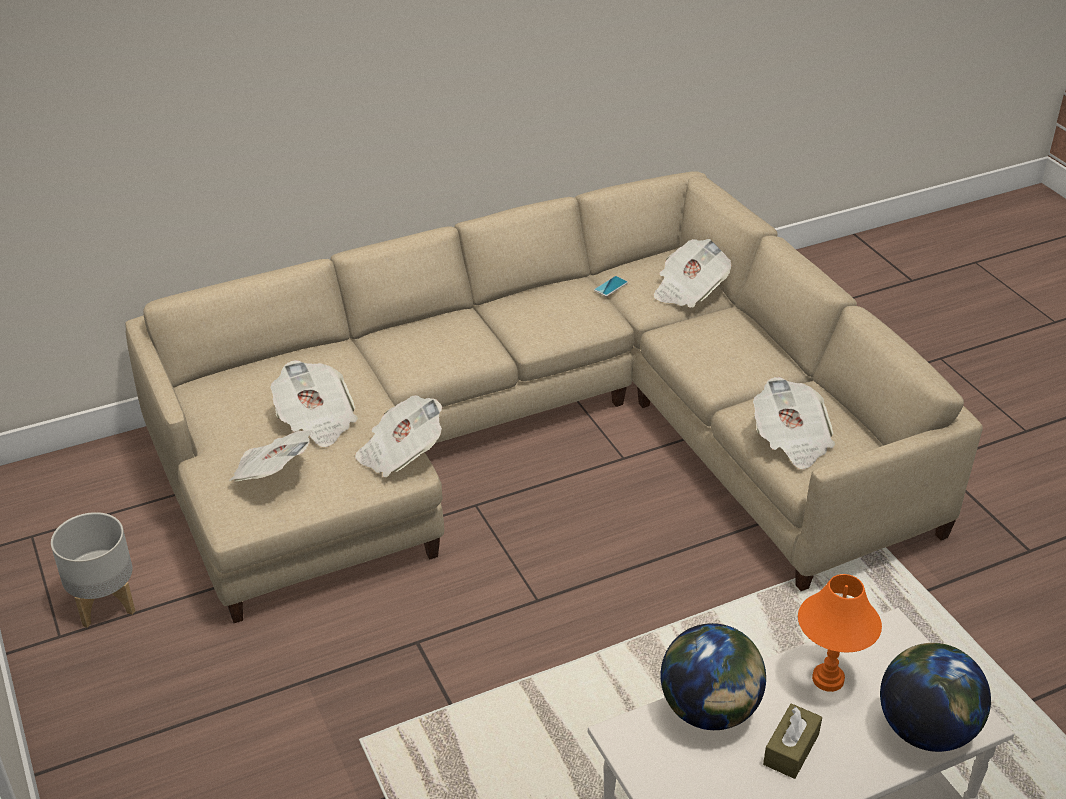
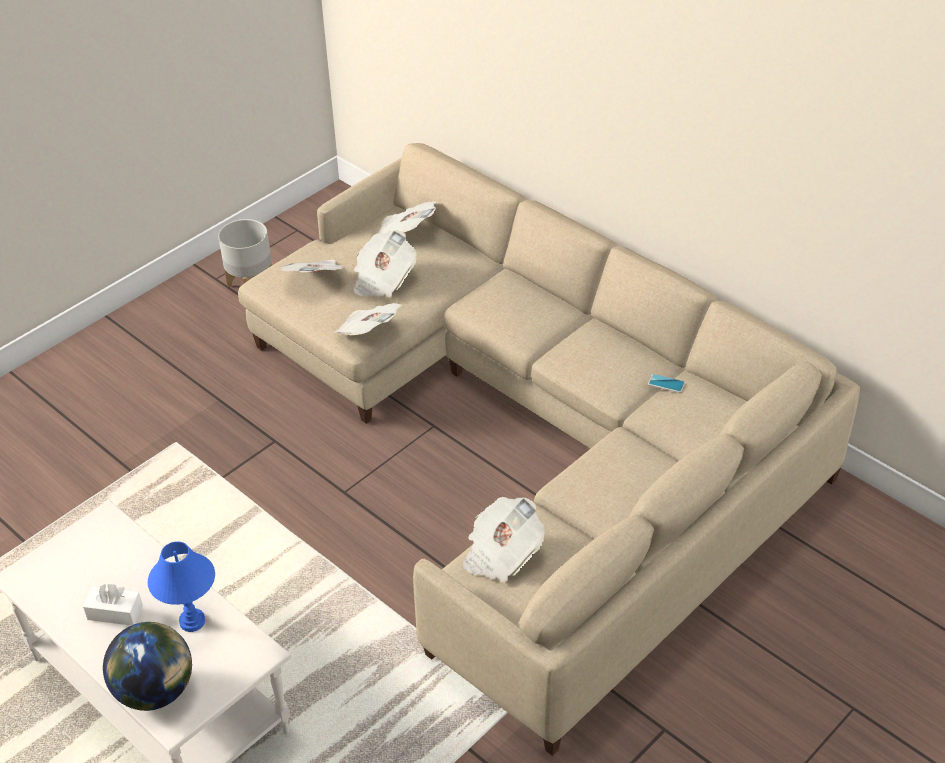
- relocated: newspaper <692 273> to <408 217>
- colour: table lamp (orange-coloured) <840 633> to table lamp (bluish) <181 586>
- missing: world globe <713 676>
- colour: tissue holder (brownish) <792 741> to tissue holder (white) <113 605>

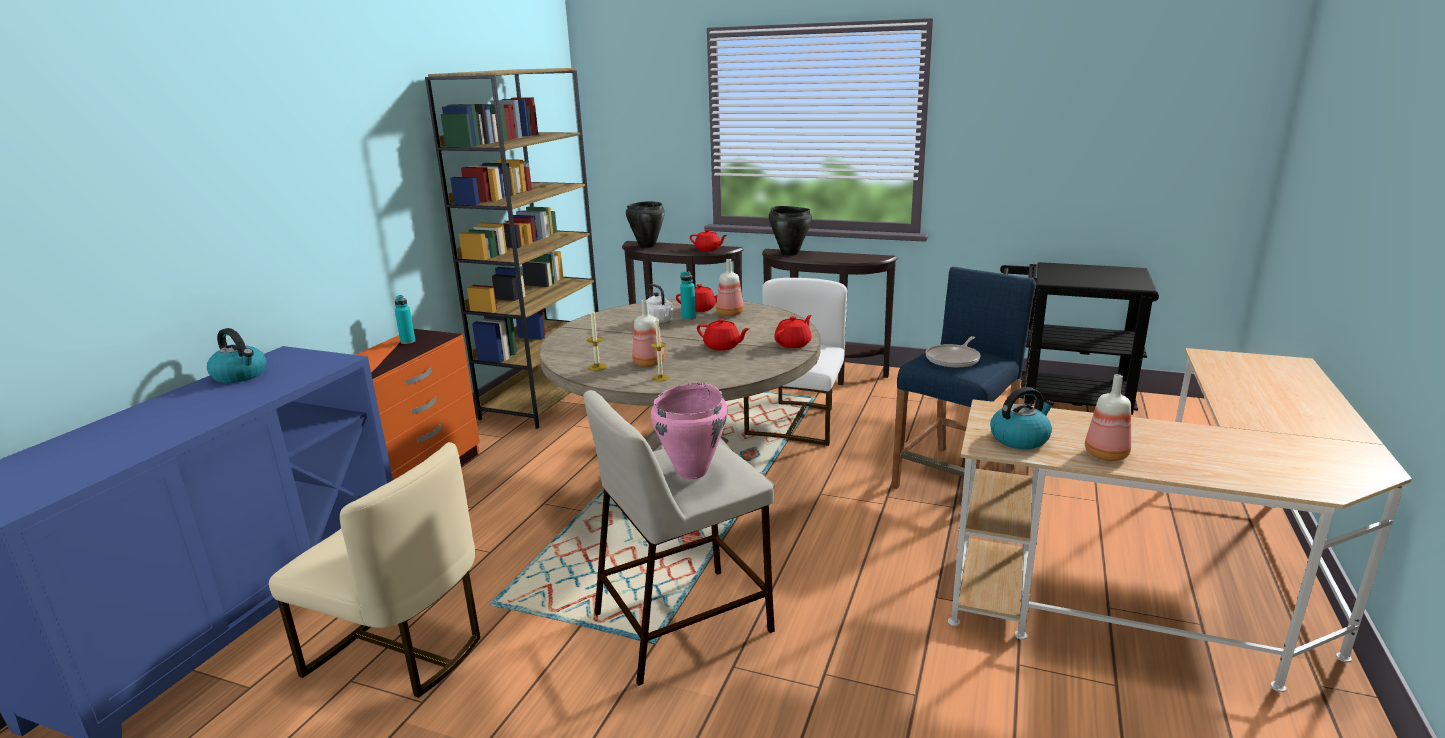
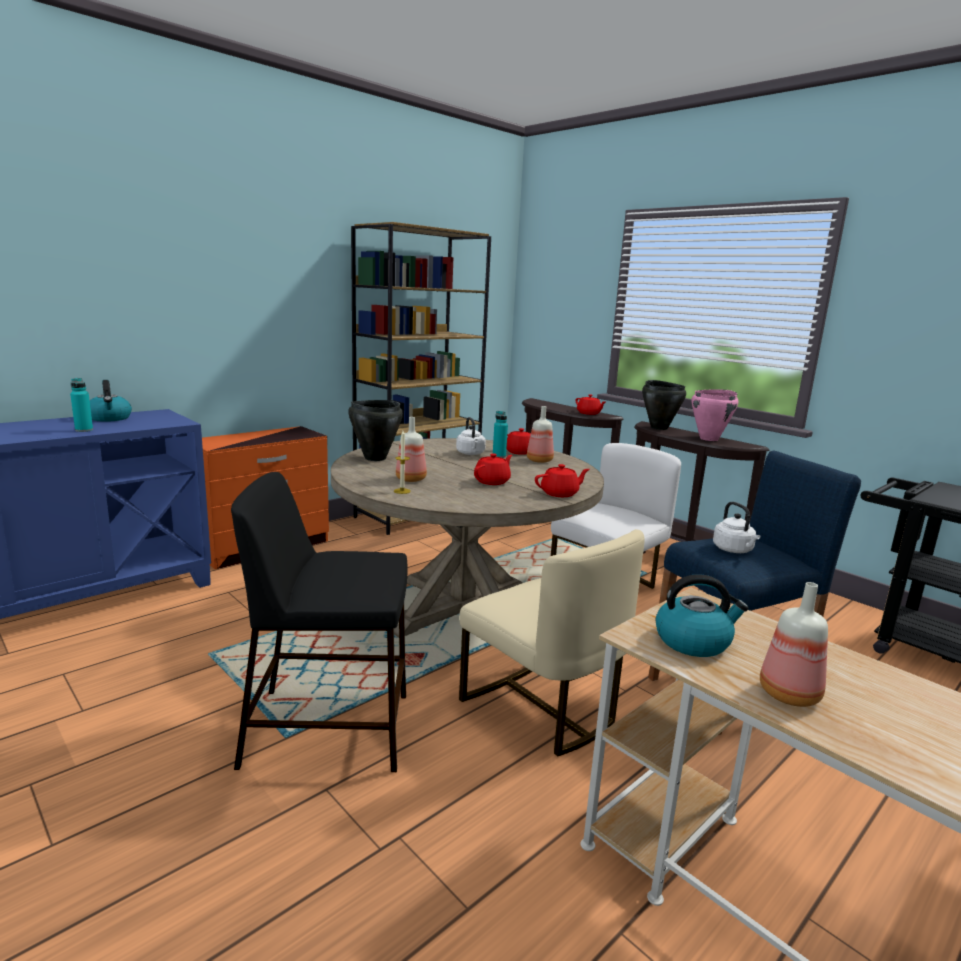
- relocated: cooking pot (black-coloured) <645 224> to <375 430>
- relocated: bottle (turquoise) <405 319> to <81 405>
- missing: wax candle <597 340>
- spun: pot for tea (red) <723 335> = <493 469> 105 degrees counterclockwise
- exchanged: skillet <953 352> to tea kettle (white) <736 527>
- relocated: cooking pot (pink-coloured) <689 431> to <715 415>
- colour: stool (sand-coloured) <679 538> to stool (black-coloured) <319 622>
- relocated: upright chair (sand-coloured) <374 570> to <552 642>

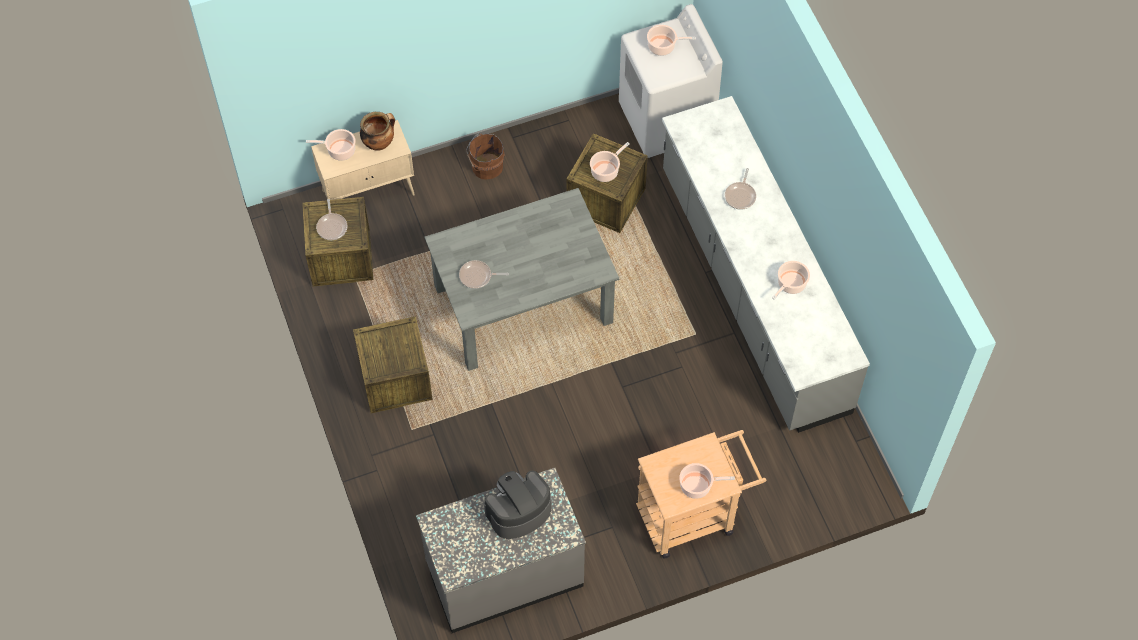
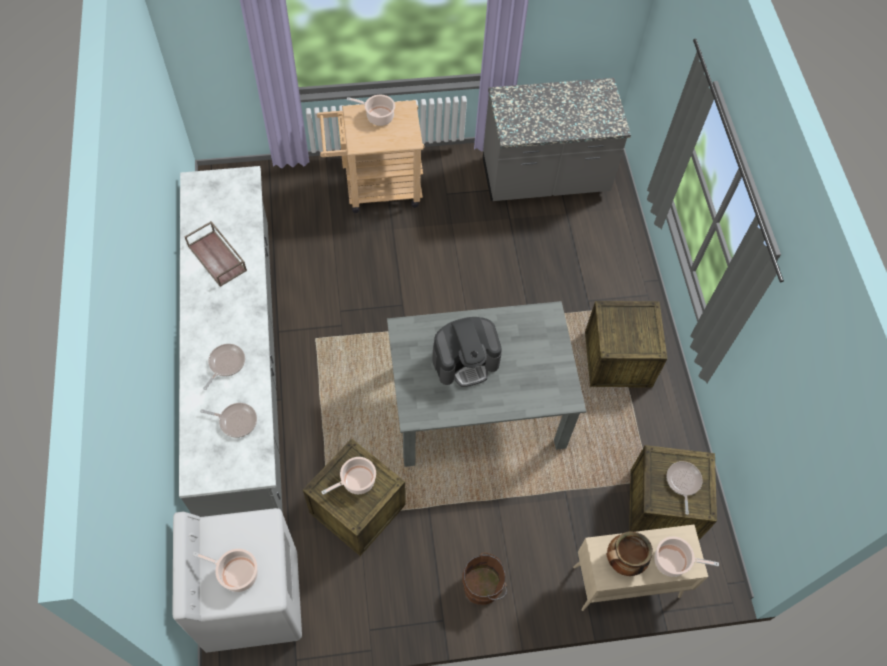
- relocated: skillet <484 274> to <228 420>
- exchanged: cooking pot <791 280> to serving tray (brownish) <215 254>
- relocated: coffee machine <517 505> to <467 352>

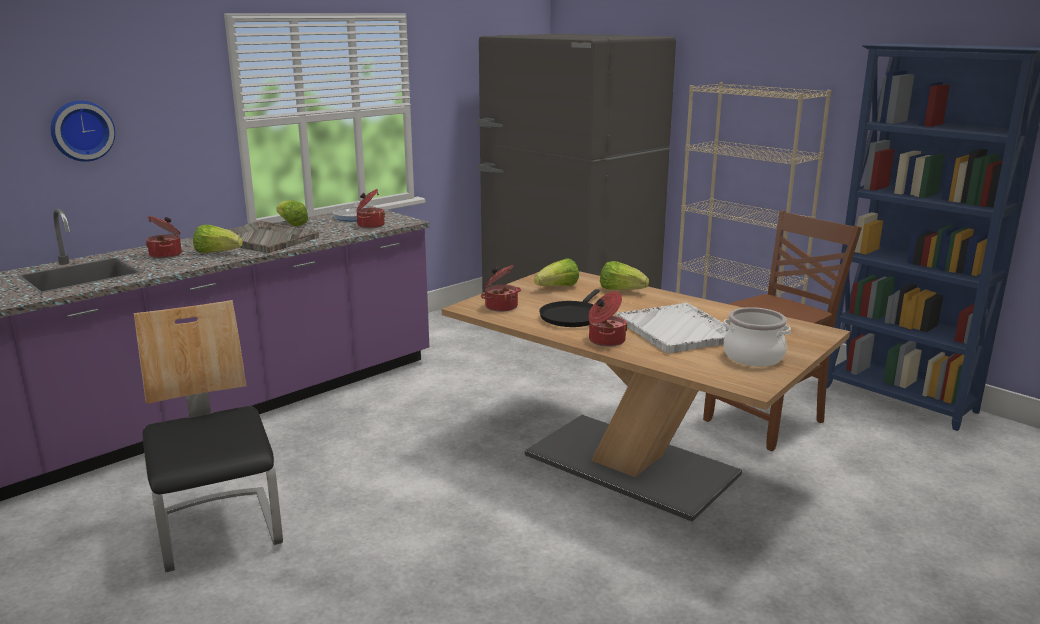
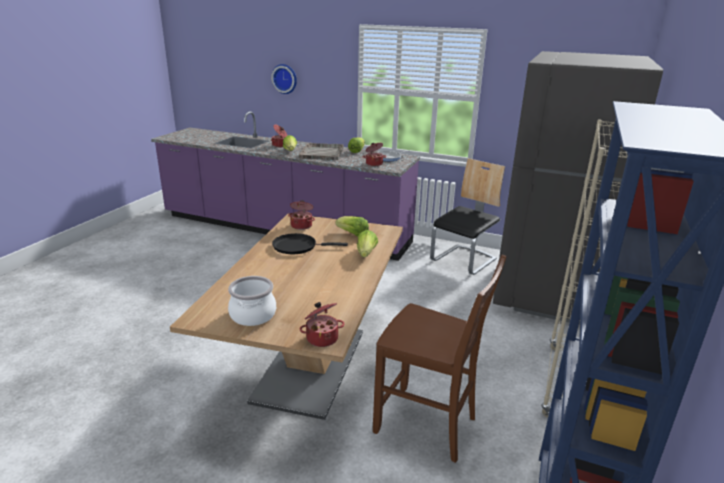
- relocated: cooking pot <608 319> to <322 324>
- relocated: upright chair <208 436> to <467 216>
- missing: serving tray (white) <672 328>

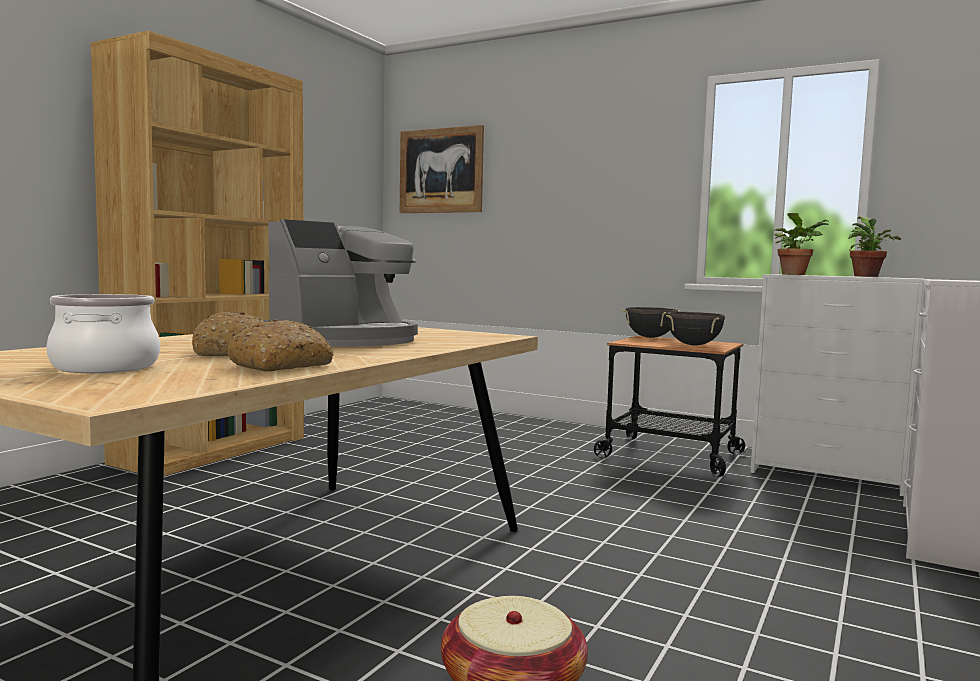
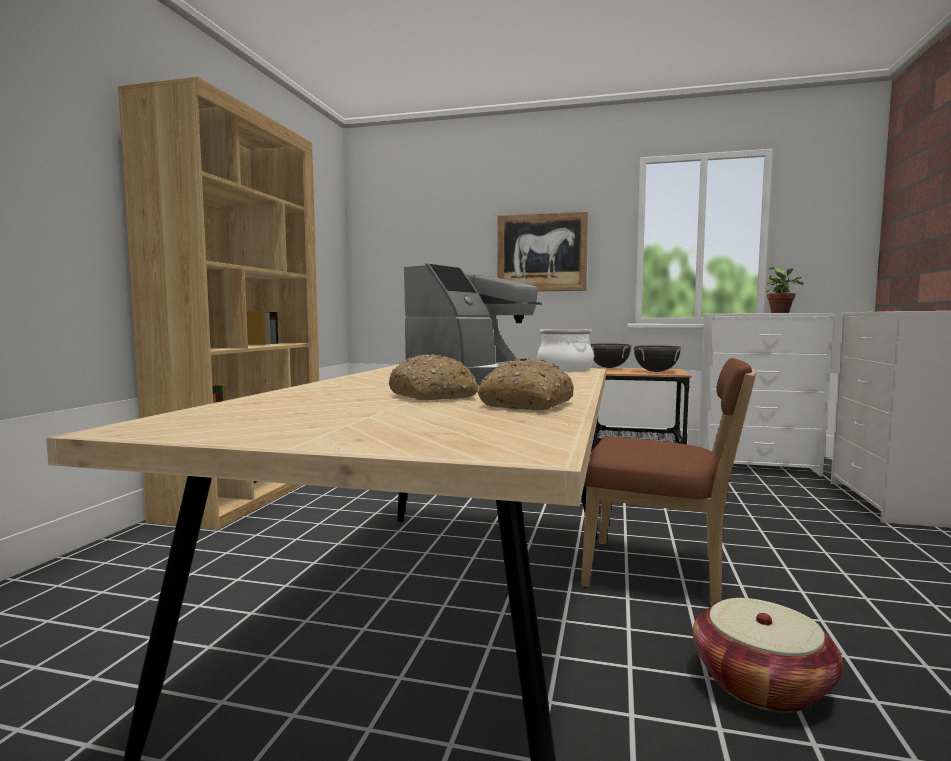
- relocated: picture <442 169> to <543 251>
- missing: houseplant <802 244>
- relocated: cooking pot <103 333> to <565 350>
- appeared: upright chair (brownish) <668 482>

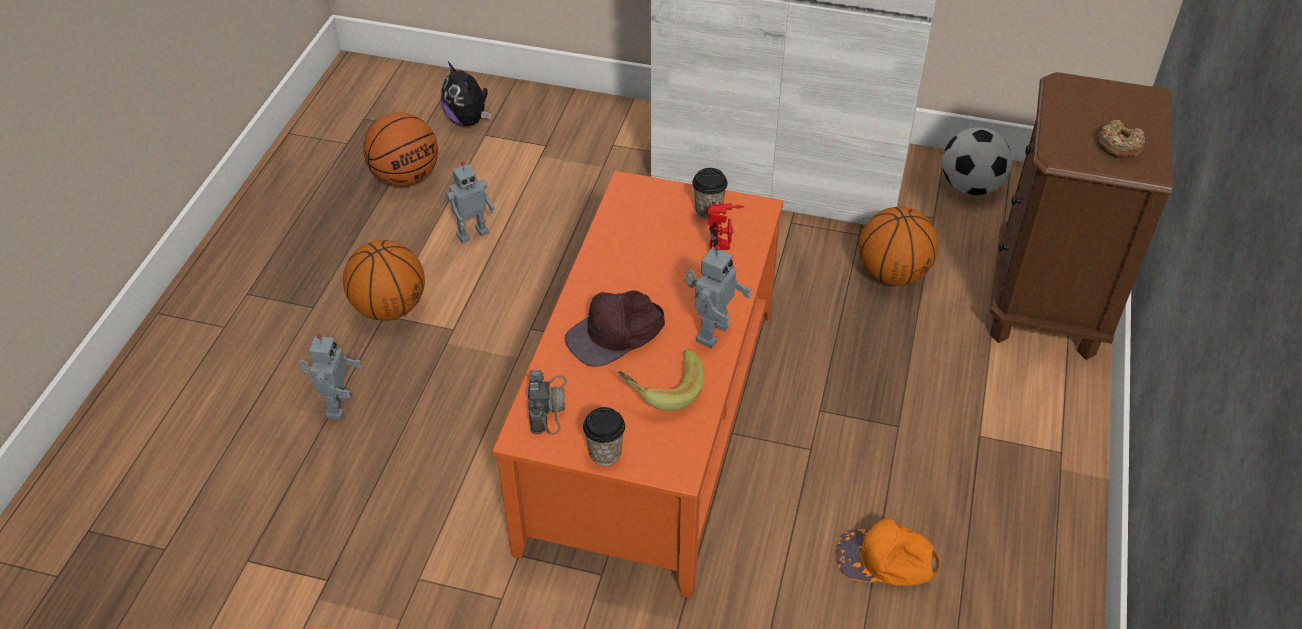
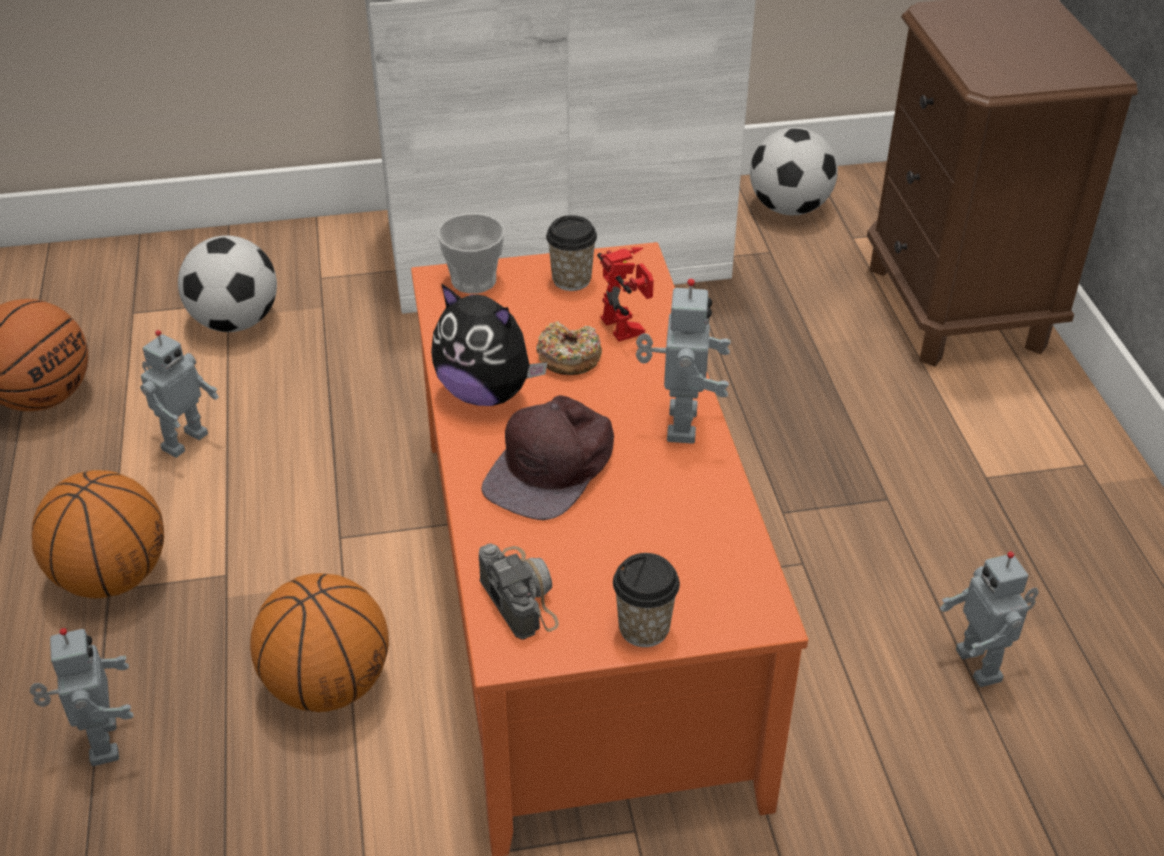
- relocated: soft toy <466 94> to <489 344>
- relocated: ring doughnut <1122 139> to <569 348>
- relocated: basketball <898 246> to <319 642>
- missing: banana <660 380>
- exchanged: cap (orange-coloured) <888 552> to robot figure <989 619>
- appeared: drinking cup <471 253>
- appeared: football ball <227 283>

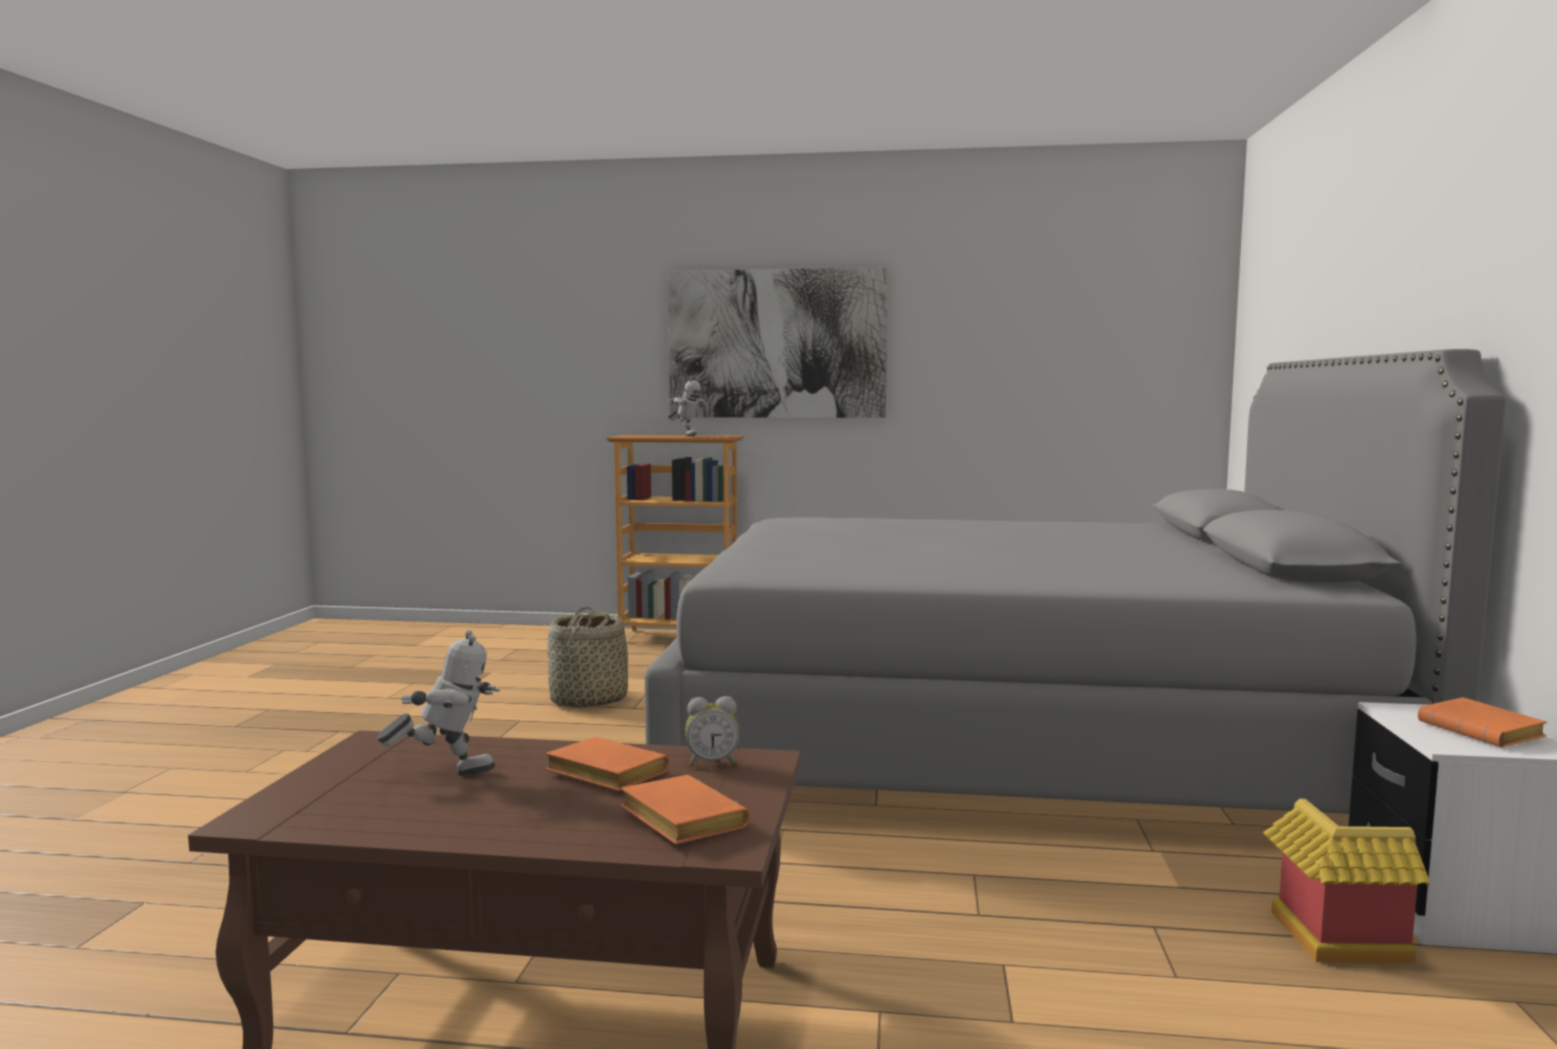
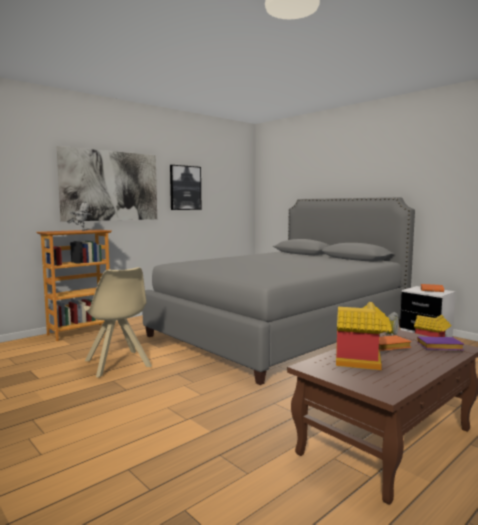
- exchanged: basket <587 657> to upright chair (sand-coloured) <118 322>
- exchanged: robot figure <438 703> to toy house <364 336>
- colour: bound book (orange-coloured) <685 810> to bound book (purplish) <440 343>
- appeared: picture <185 187>

